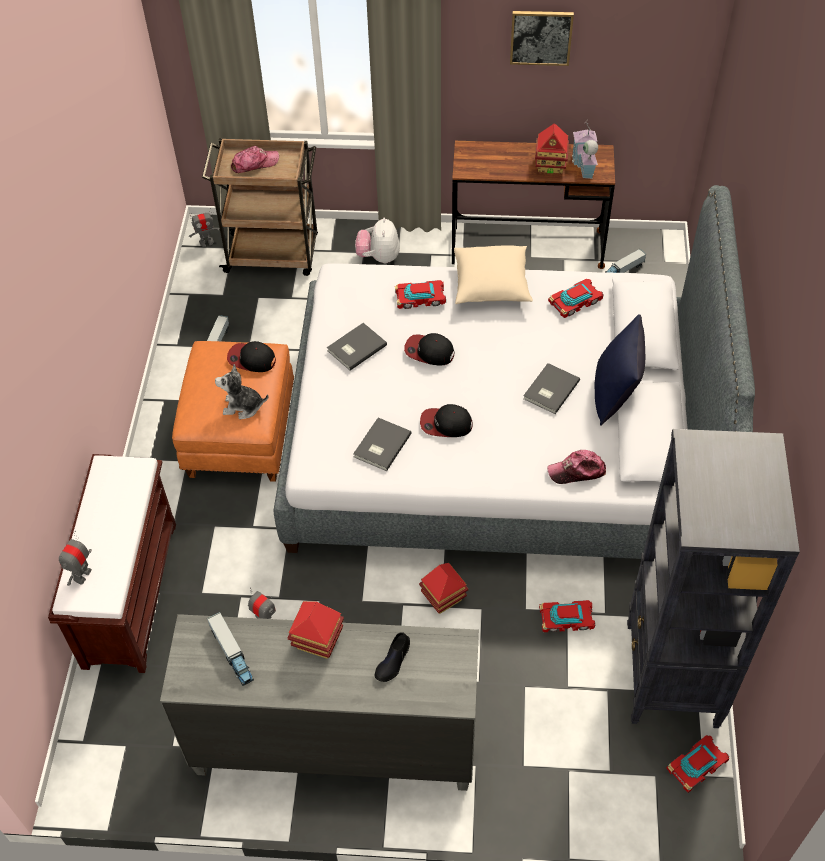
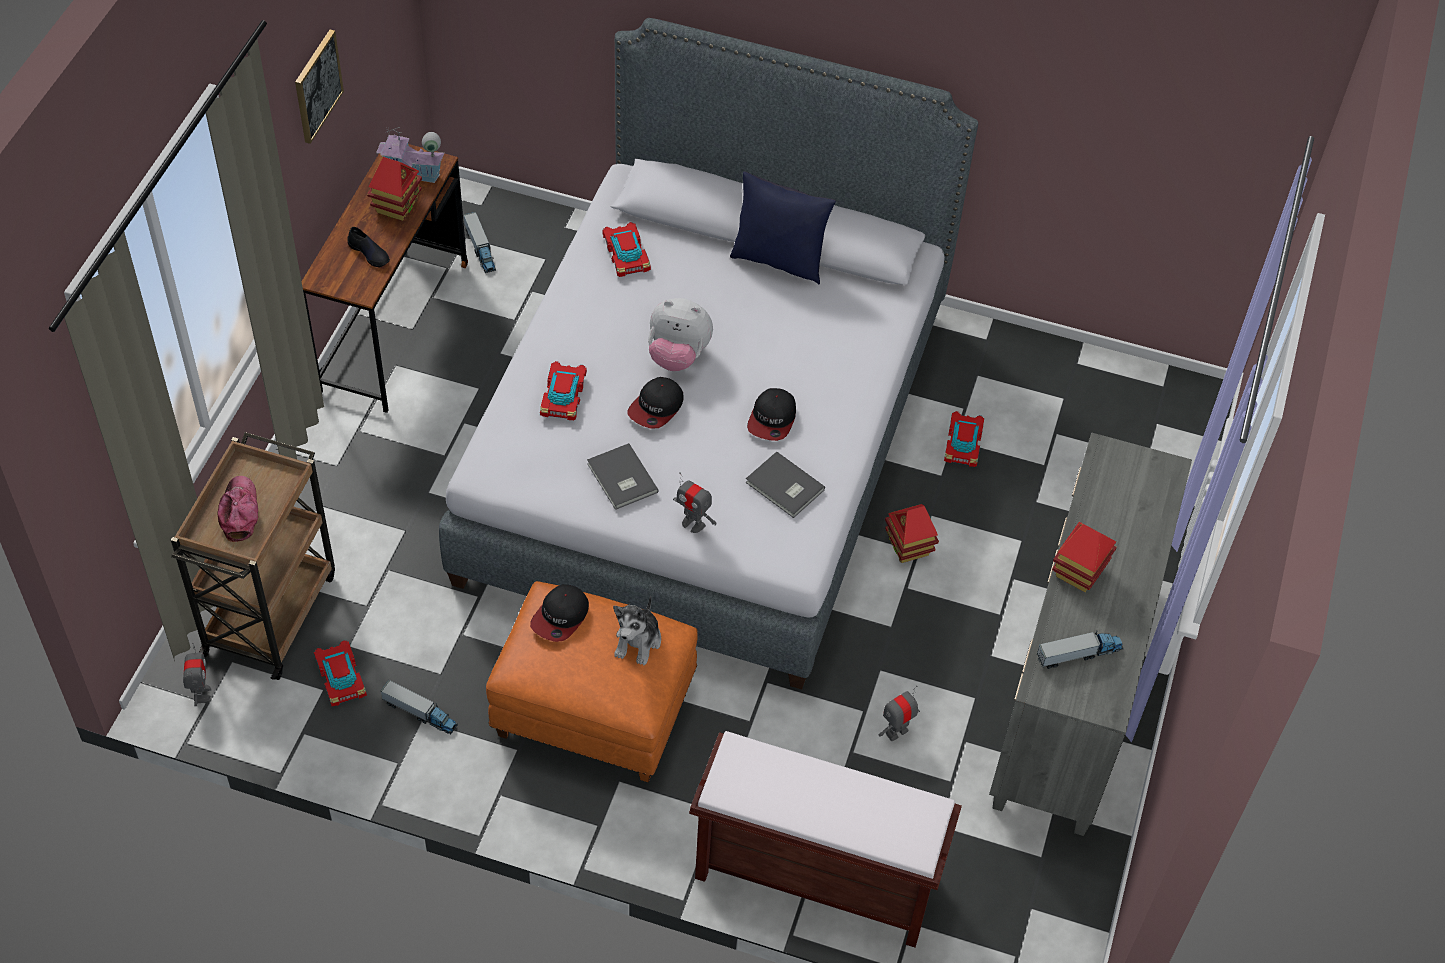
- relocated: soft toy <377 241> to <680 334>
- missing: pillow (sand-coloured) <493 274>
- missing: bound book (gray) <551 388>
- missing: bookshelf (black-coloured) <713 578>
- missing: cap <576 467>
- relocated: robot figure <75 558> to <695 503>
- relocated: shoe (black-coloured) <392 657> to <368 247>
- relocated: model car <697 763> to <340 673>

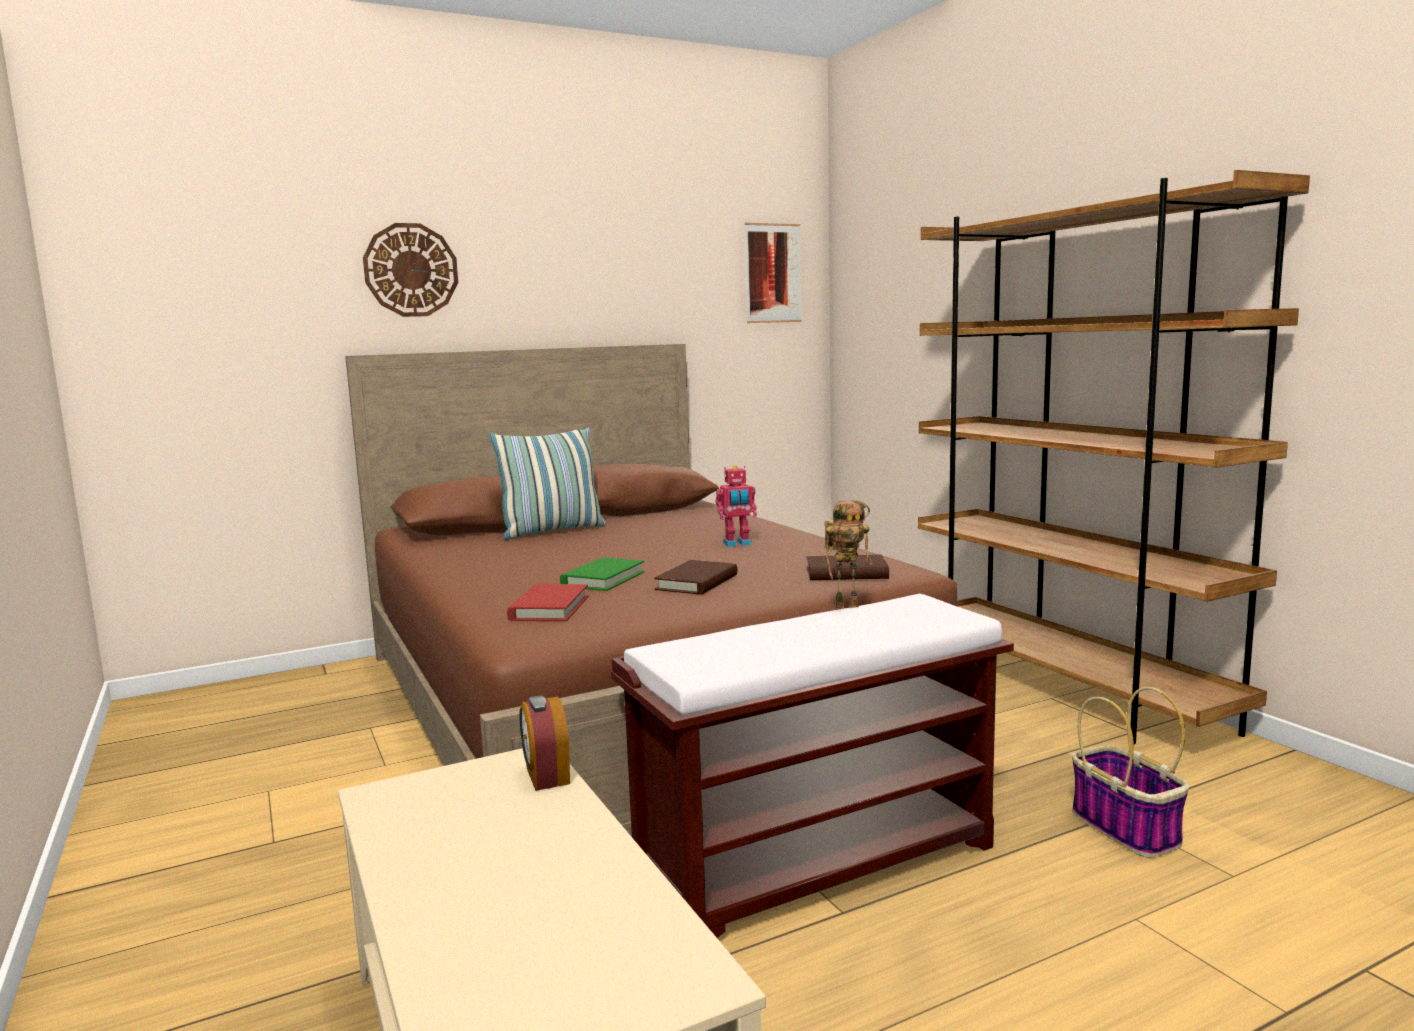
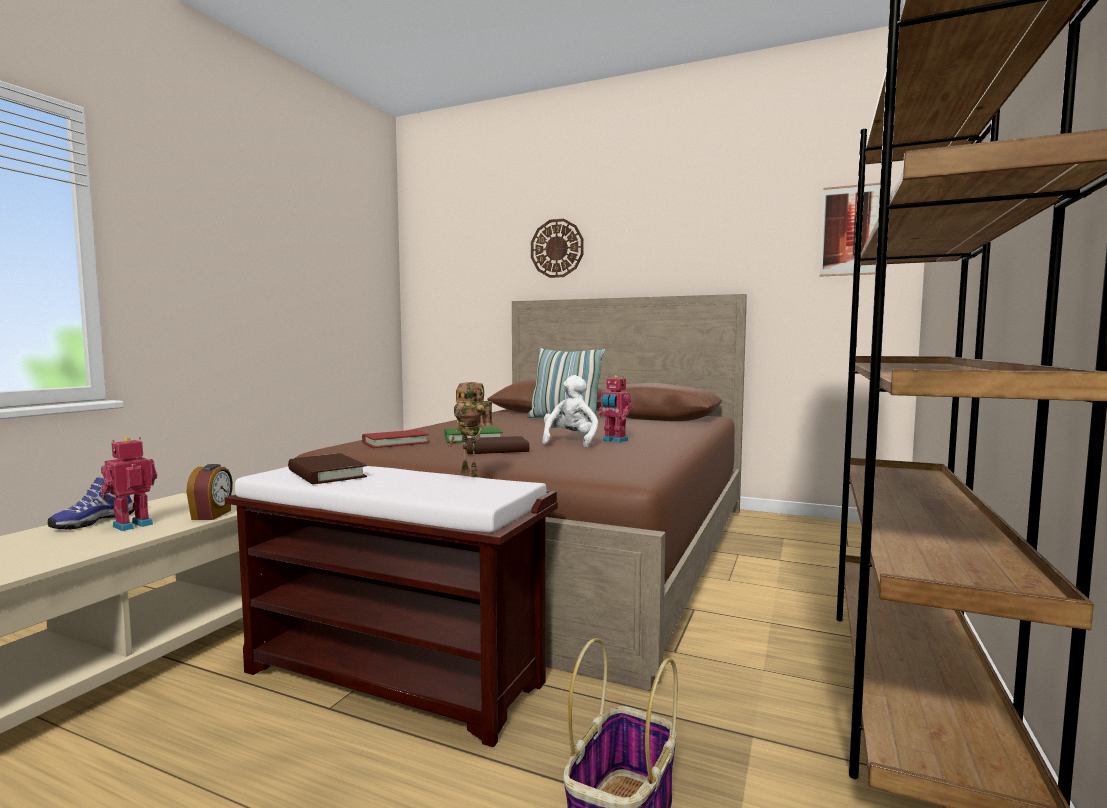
- relocated: bound book (brownish) <847 567> to <327 468>
- spun: table clock <544 743> = <209 492> 150 degrees clockwise
- appeared: soft toy (white) <570 411>
- appeared: robot figure <129 484>
- appeared: shoe <91 503>

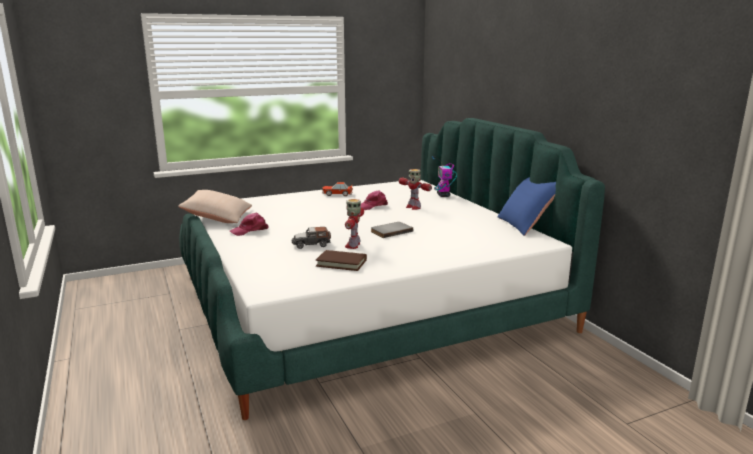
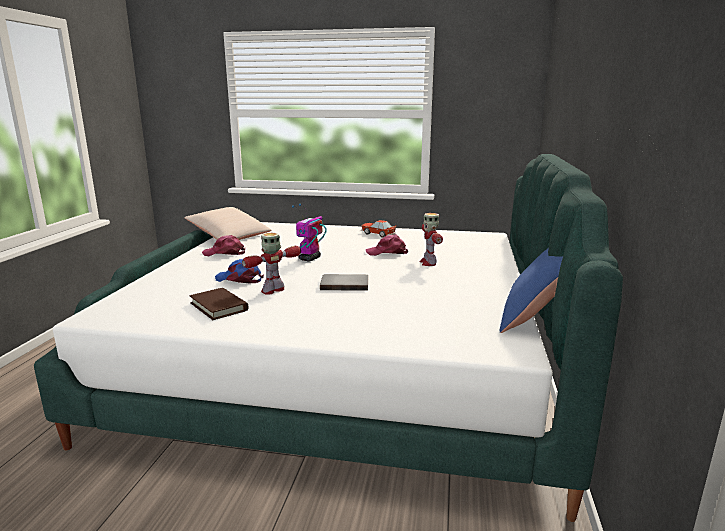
- relocated: robot figure <444 176> to <309 233>
- exchanged: model car <311 238> to cap (bluish) <239 271>

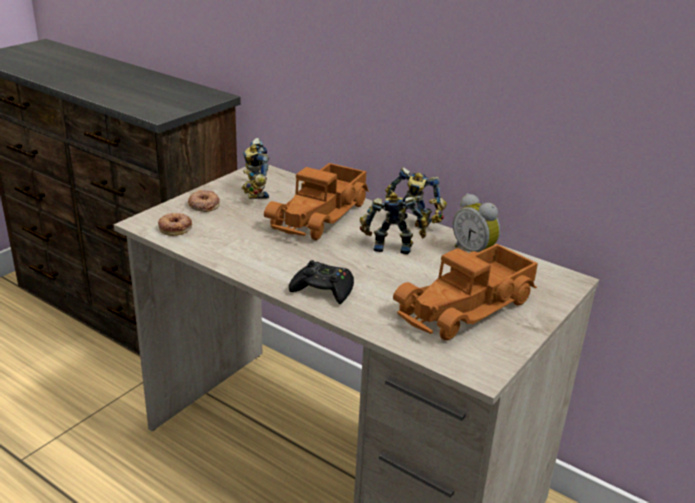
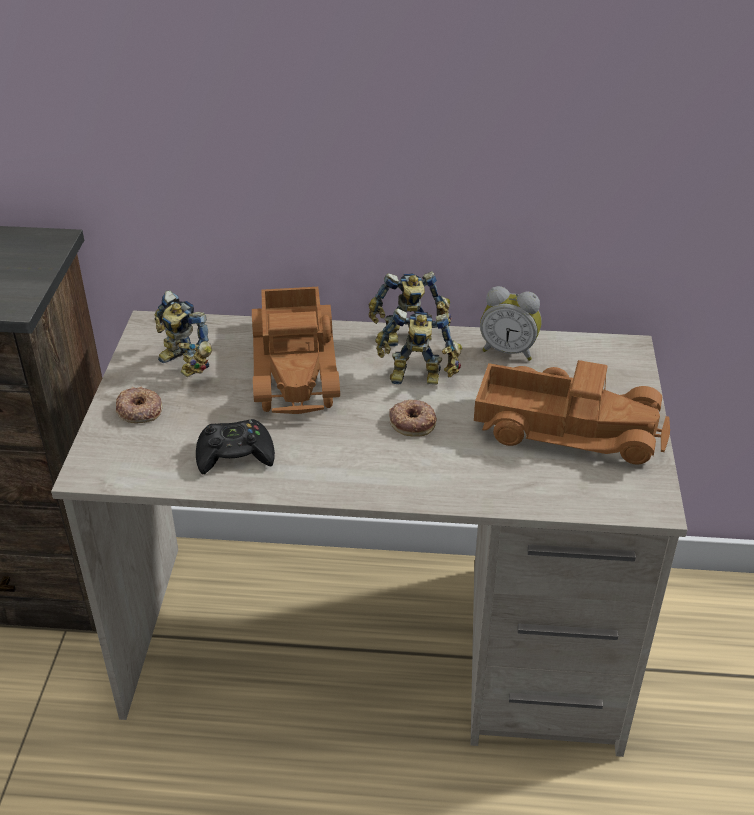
- spun: robot figure <394 223> = <418 346> 150 degrees counterclockwise
- relocated: ring doughnut <175 224> to <413 418>
- spun: toy truck <465 292> = <572 412> 90 degrees counterclockwise
- relocated: gamepad (black-coloured) <321 282> to <235 447>

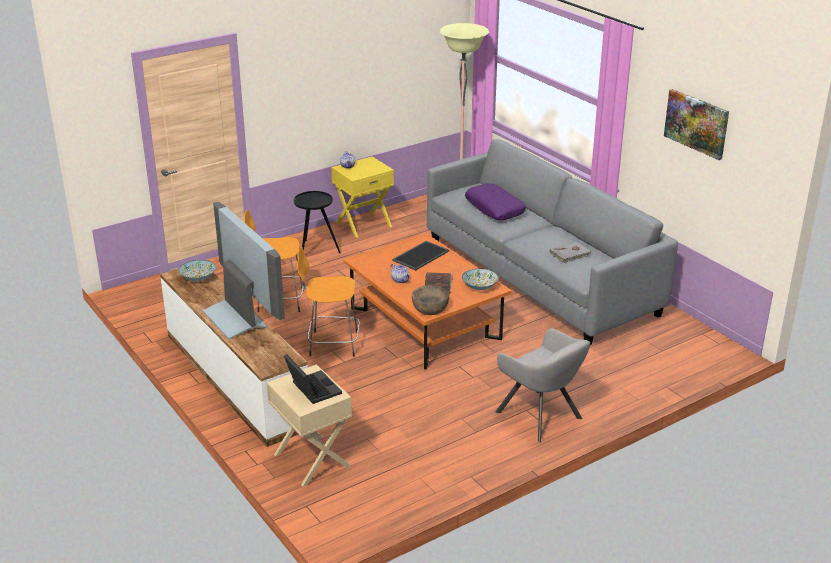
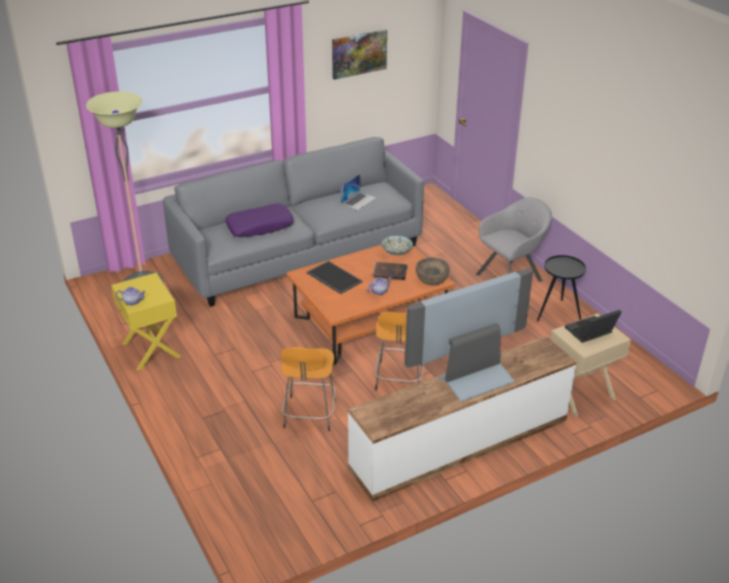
- relocated: accent table (black-coloured) <317 222> to <561 288>
- exchanged: bound book (gray) <571 252> to portable computer <359 192>
- missing: deep dish <197 270>

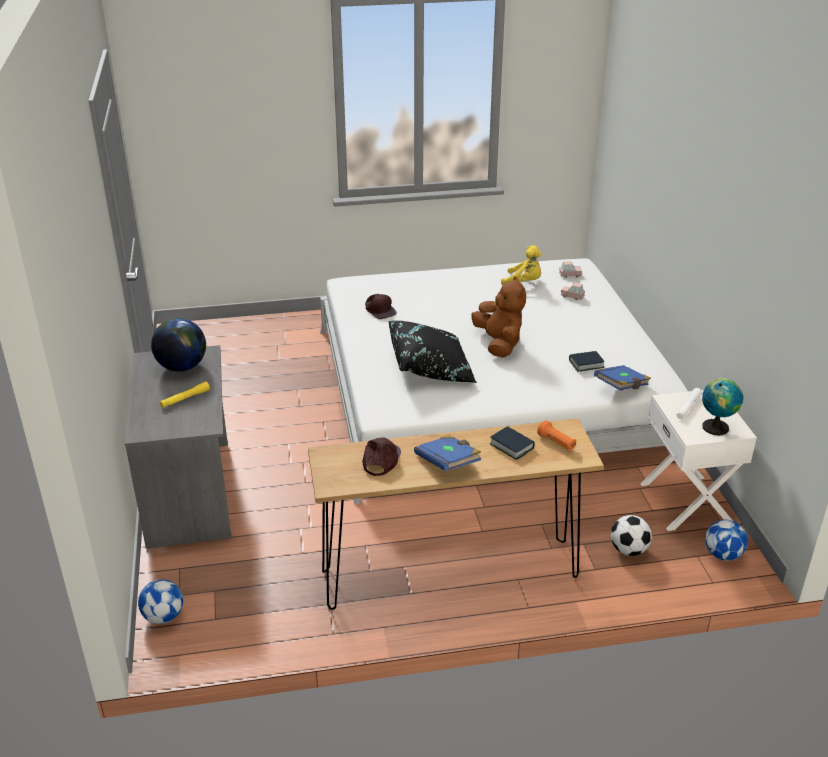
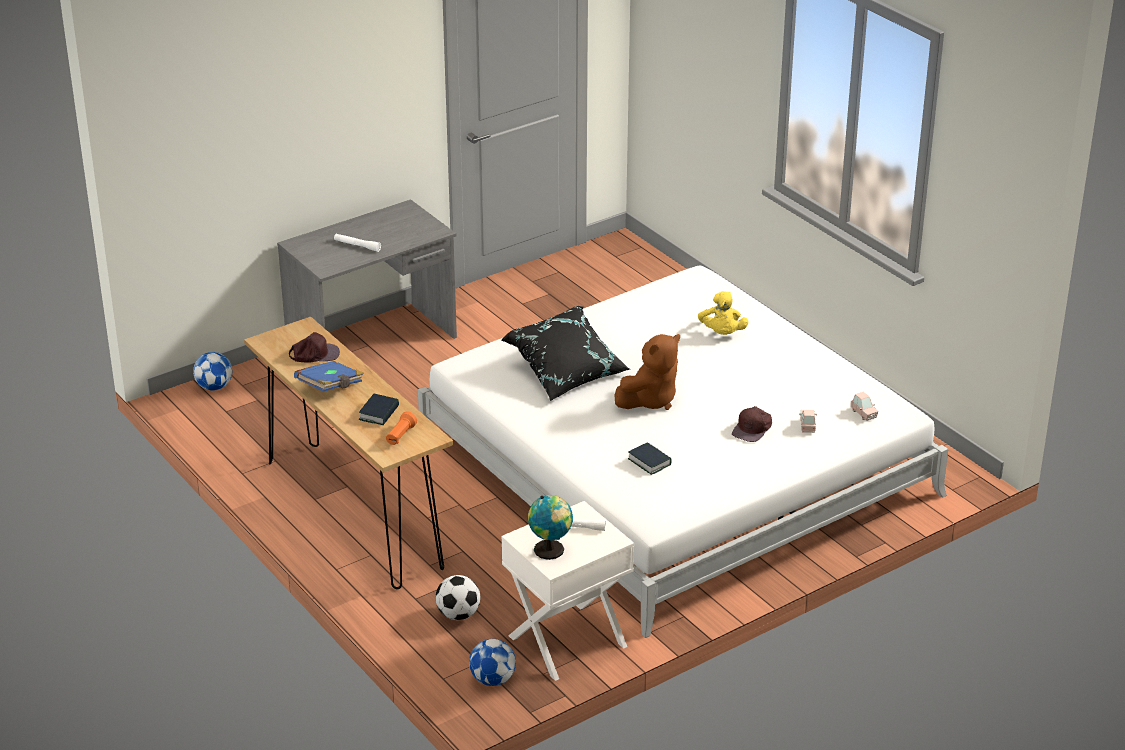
- relocated: soft toy (yellow) <521 265> to <723 313>
- relocated: cap (brownish) <381 306> to <752 424>
- missing: world globe <178 345>
- missing: bound book (bluish) <622 378>
- colour: flashlight (yellow) <185 394> to flashlight (white) <357 243>

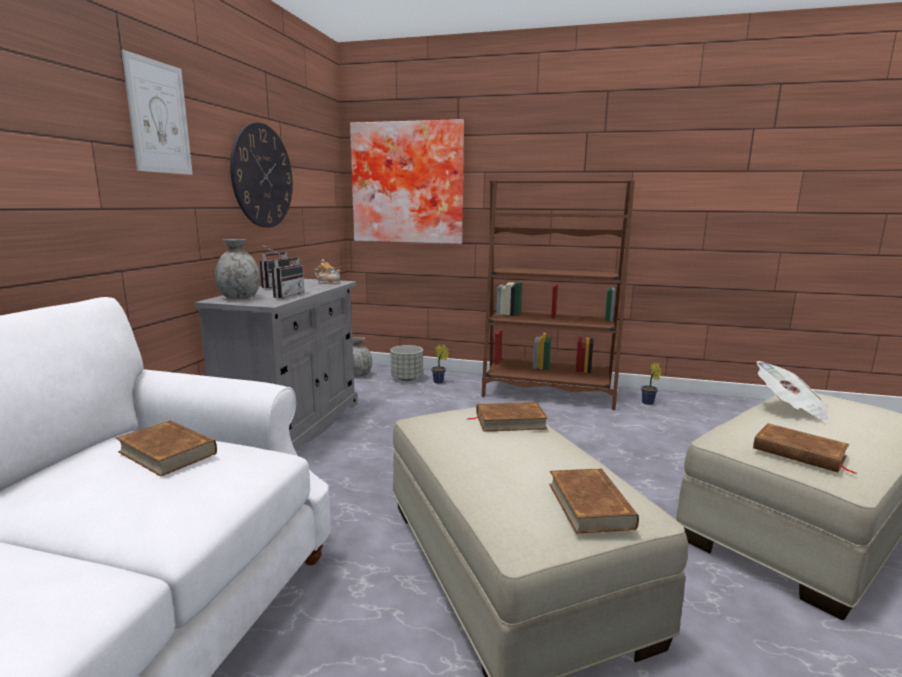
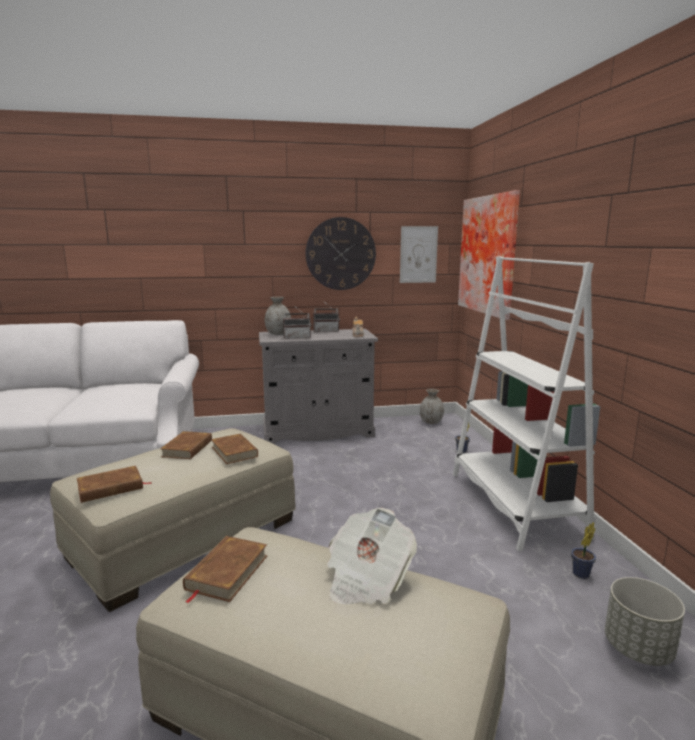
- relocated: picture <157 112> to <419 254>
- colour: bookshelf (brownish) <558 295> to bookshelf (white) <526 403>
- relocated: flower pot (gray) <406 363> to <645 621>
- relocated: bound book (brownish) <166 448> to <186 445>

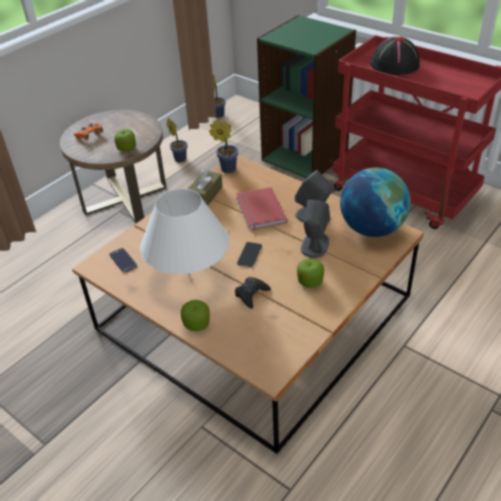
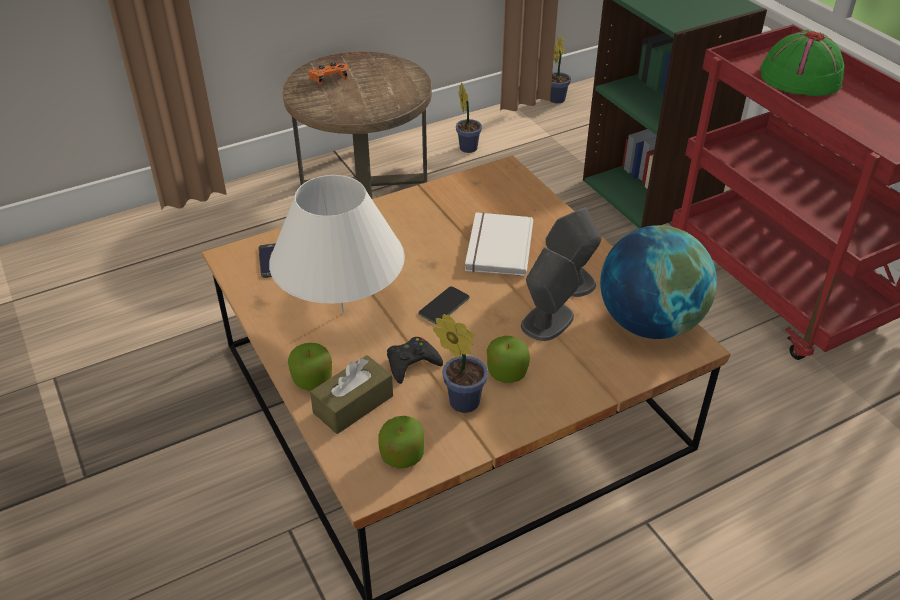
- colour: wearable hat (black-coloured) <395 56> to wearable hat (greenish) <802 63>
- relocated: houseplant <223 146> to <460 363>
- relocated: apple fruit <125 140> to <401 442>
- relocated: tissue holder (brownish) <205 186> to <351 394>
- colour: bound book (red) <261 209> to bound book (white) <499 244>

